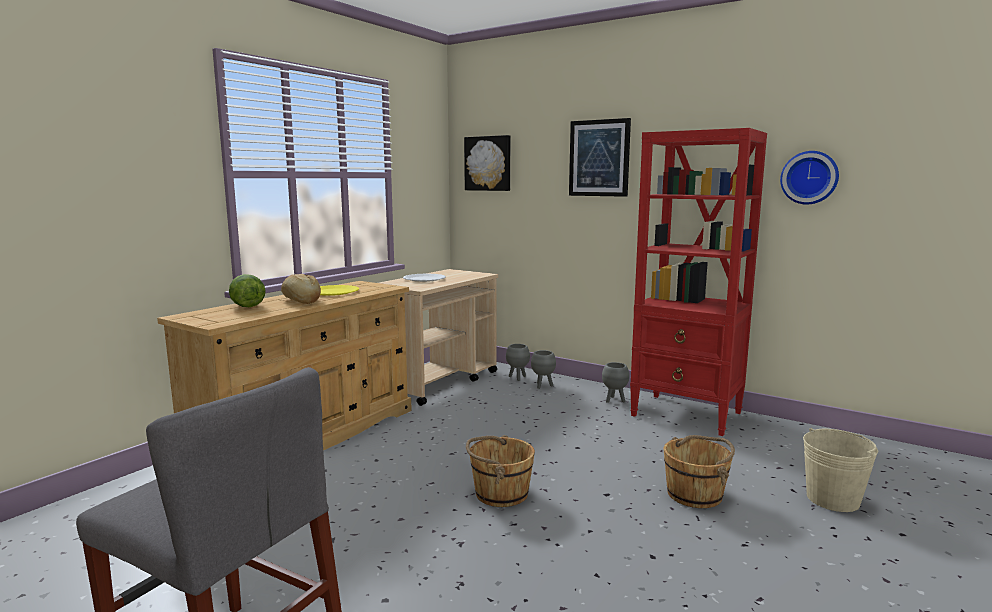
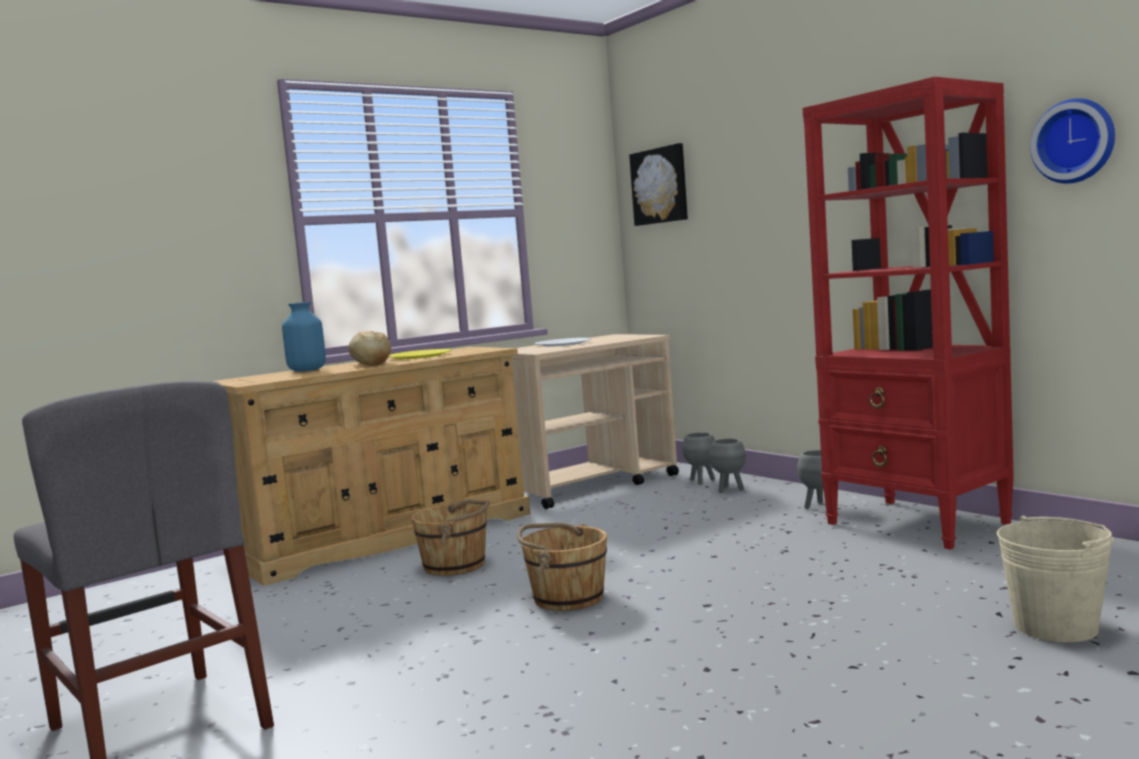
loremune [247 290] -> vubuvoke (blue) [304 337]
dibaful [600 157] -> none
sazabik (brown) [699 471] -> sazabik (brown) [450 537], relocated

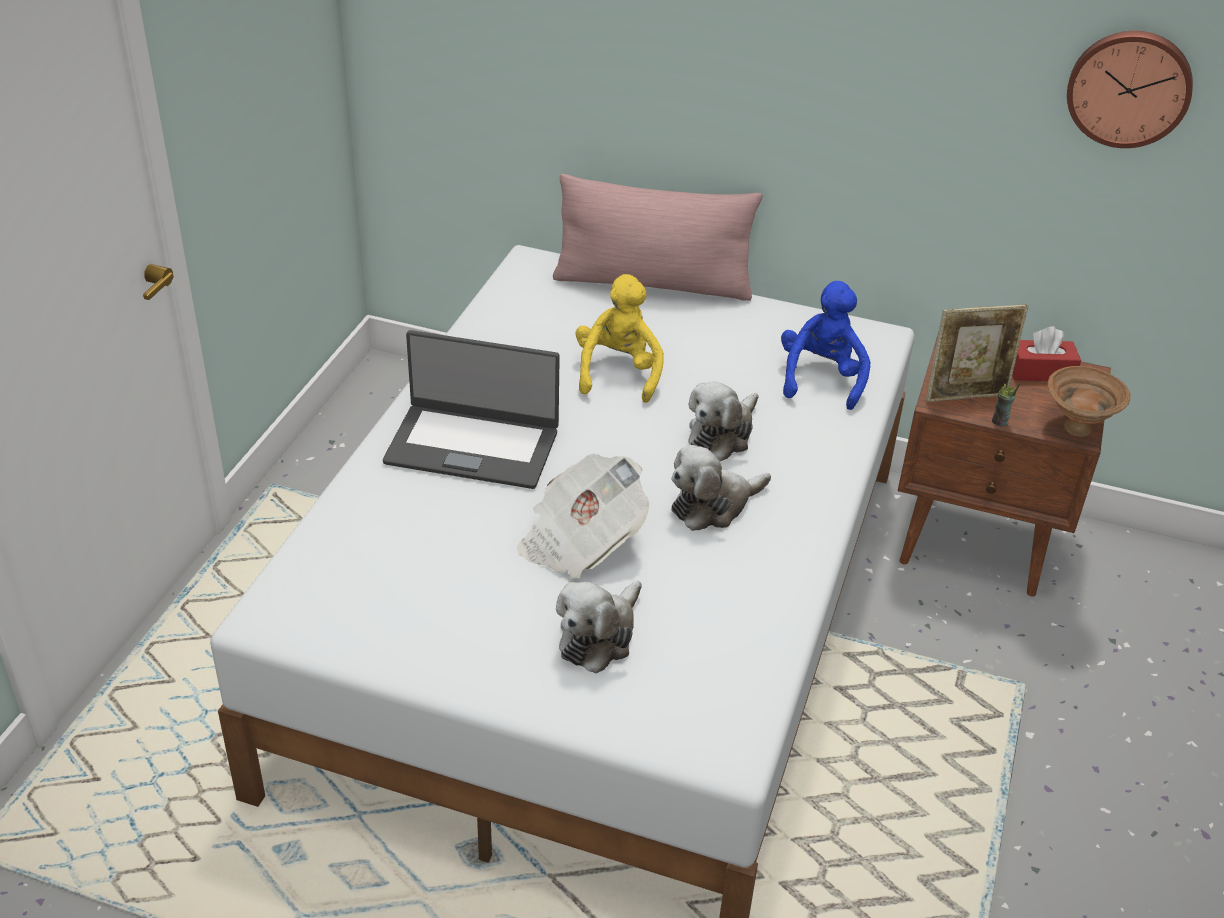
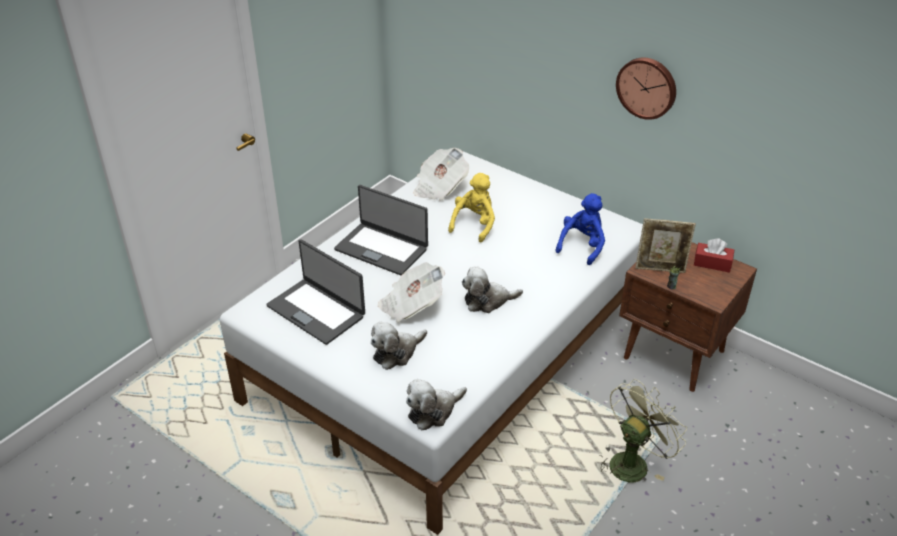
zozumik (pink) [658 237] -> none
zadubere [723 421] -> zadubere [436 405], relocated
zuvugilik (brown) [1089 401] -> none
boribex [1130 89] -> boribex [646 88], relocated
none -> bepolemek [315 292]
none -> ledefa [441 174]
none -> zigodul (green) [643 431]

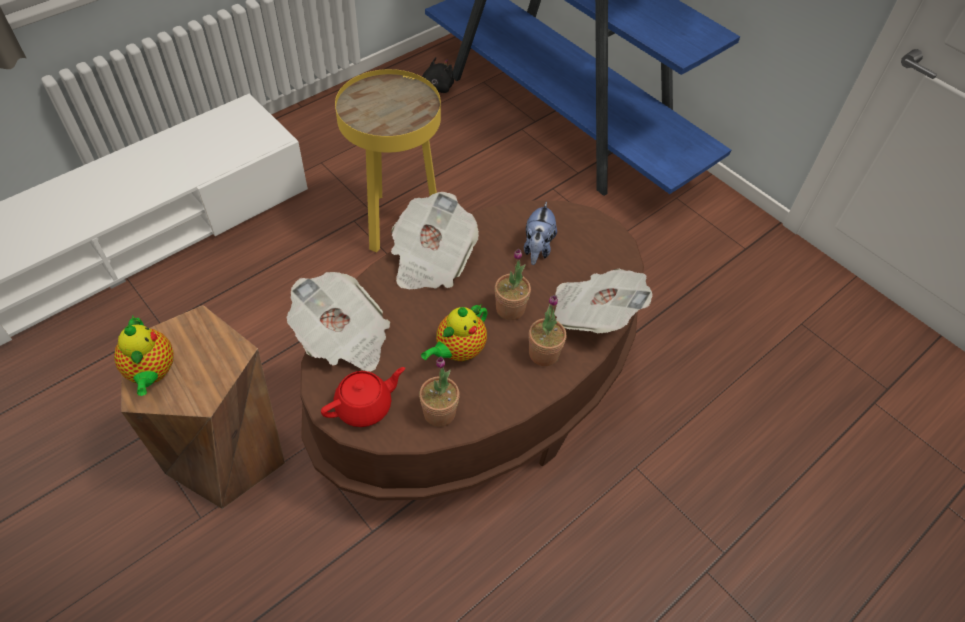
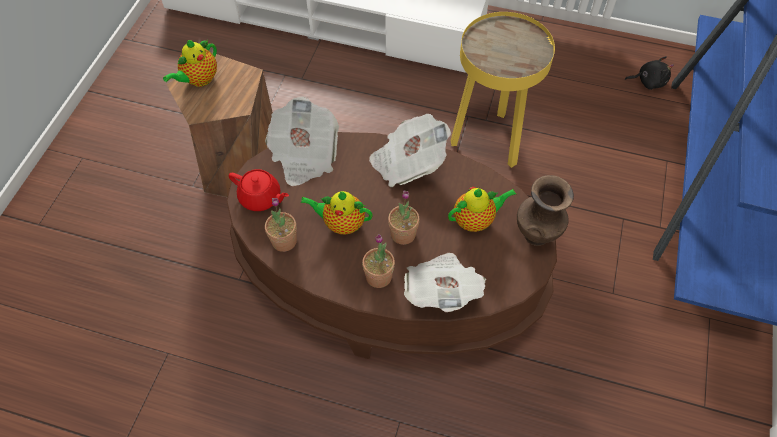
zadubere [540 233] -> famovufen [482 209]
none -> vubuvoke (brown) [545 210]

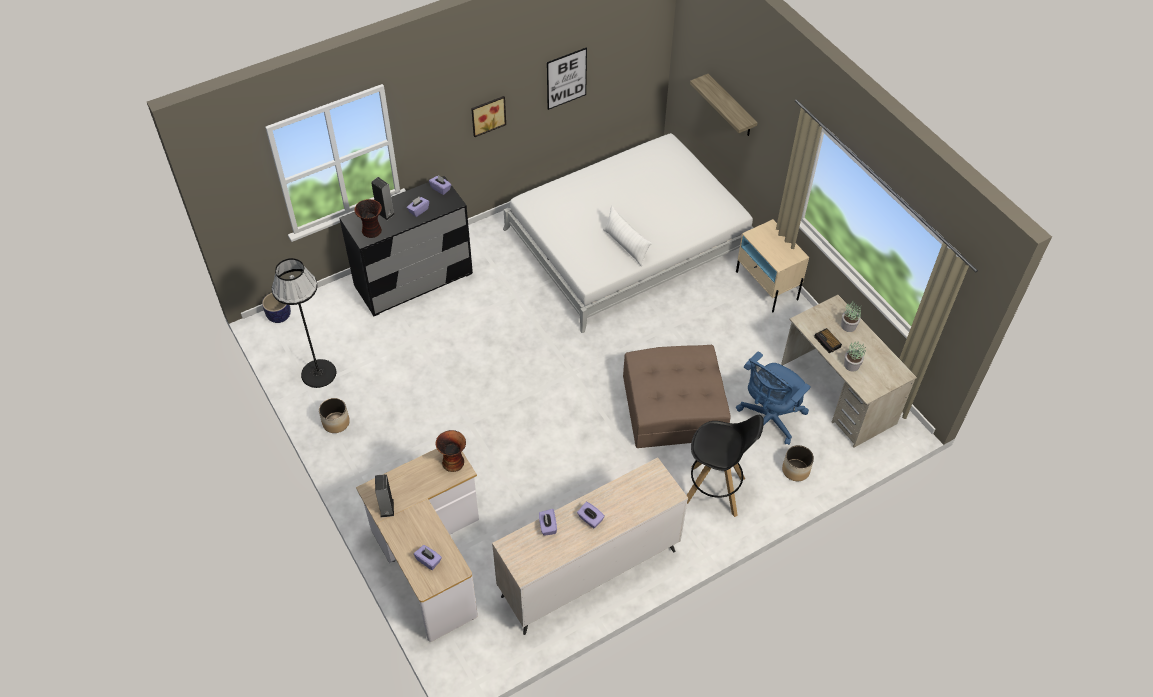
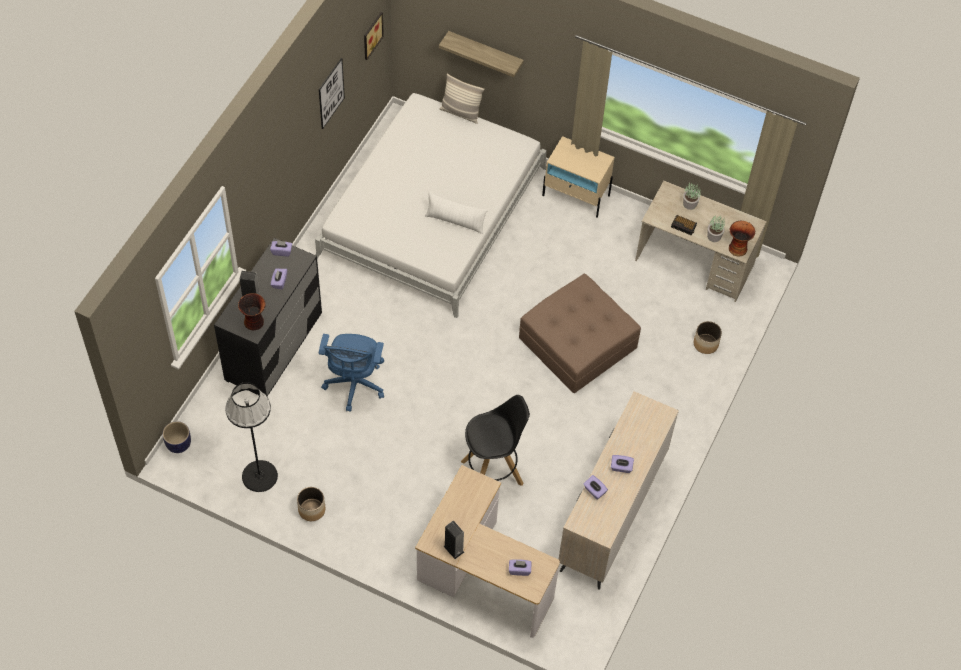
vubuvoke [451 451] -> vubuvoke [742 239], relocated
dibaful [488 116] -> dibaful [374 36], relocated
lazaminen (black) [725 466] -> lazaminen (black) [495 440], relocated
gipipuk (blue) [773 398] -> gipipuk (blue) [351 373], relocated
none -> zozumik [461 98]

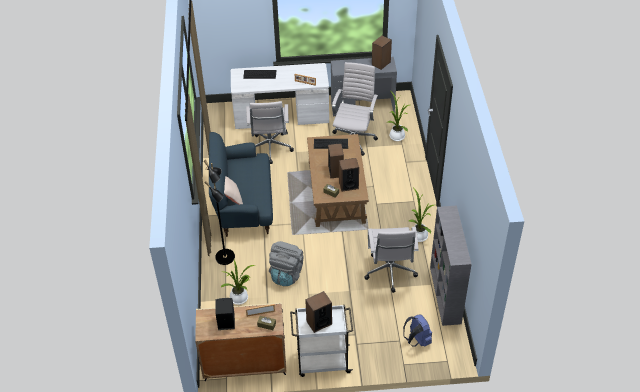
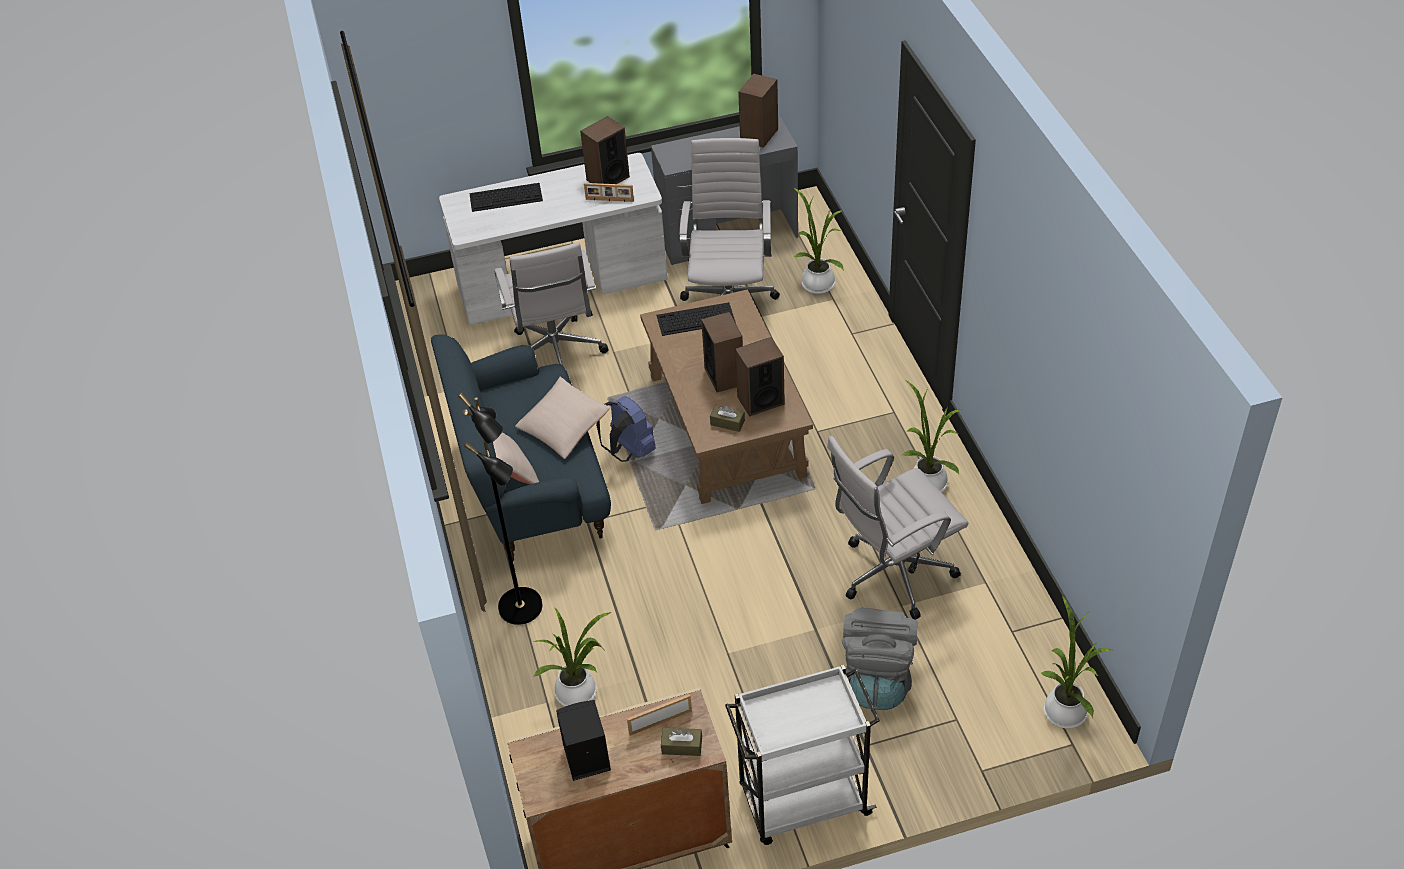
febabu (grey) [286 263] -> febabu (grey) [880 659], relocated
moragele [318 312] -> moragele [605 150], relocated
gipipuk (white) [391 260] -> gipipuk (white) [897 528], 75 degrees clockwise
febabu (blue) [417 330] -> febabu (blue) [626 429], relocated
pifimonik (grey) [451 266] -> none
none -> zozumik (beige) [562 418]
none -> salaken [1076 662]

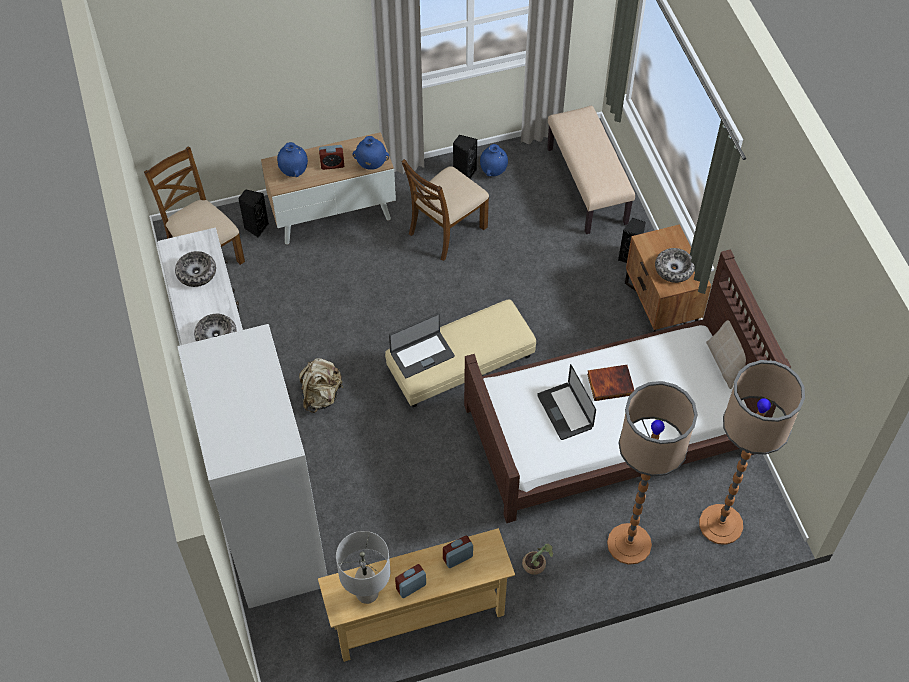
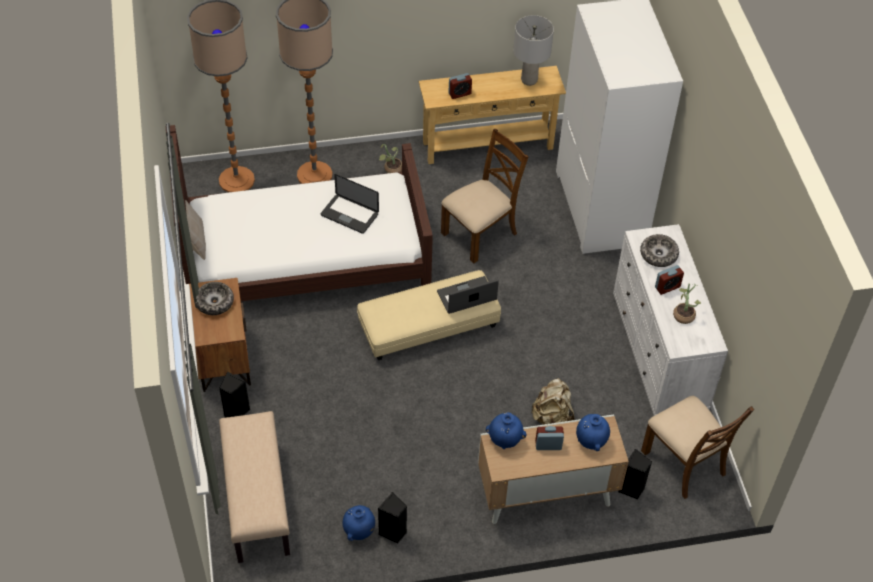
zuvugilik [195 269] -> salaken [687 304]
febabu (beige) [321 385] -> febabu (beige) [553 401], relocated
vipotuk [410 581] -> vipotuk [669 280], relocated
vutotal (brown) [445 210] -> vutotal (brown) [485 196], relocated
bepolemek [566 402] -> bepolemek [350 204], 135 degrees clockwise
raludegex [610 383] -> none

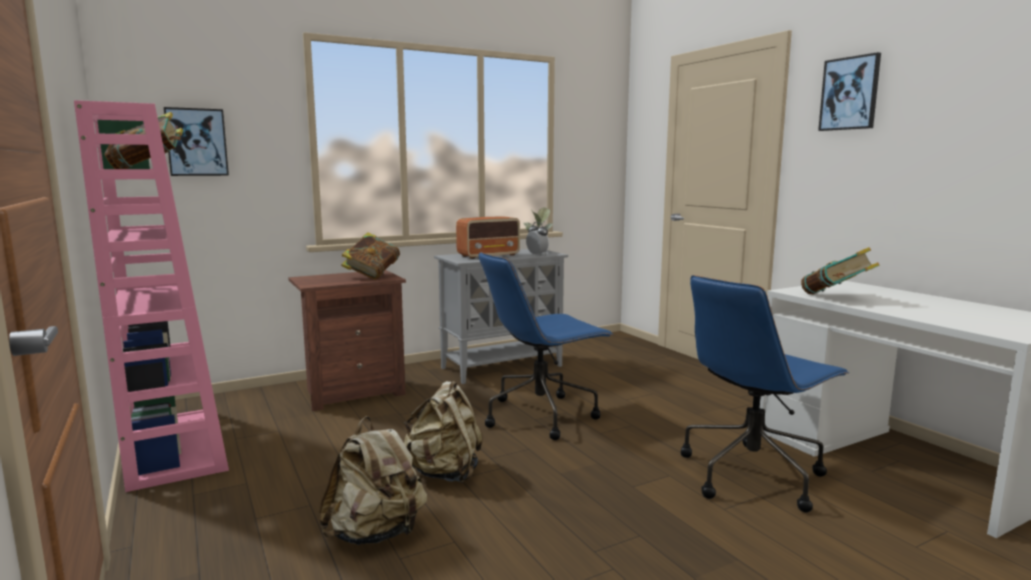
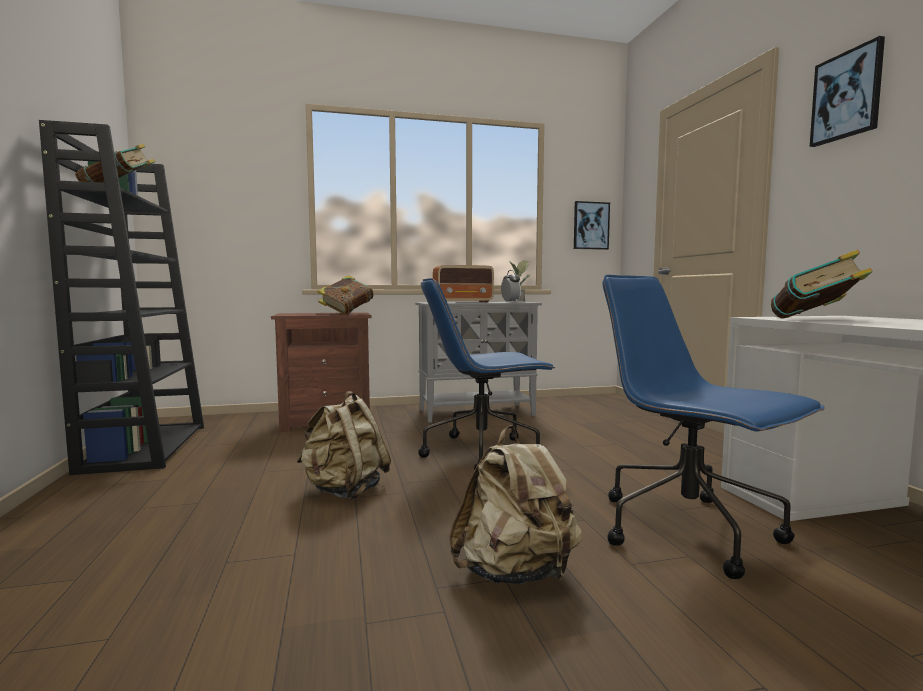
pifimonik (pink) [151 296] -> pifimonik (black) [121 297]
dibaful [196 141] -> dibaful [592 225], relocated
febabu (beige) [372 480] -> febabu (beige) [515 504], relocated
gipipuk (blue) [765 394] -> gipipuk (blue) [713 427], 75 degrees clockwise

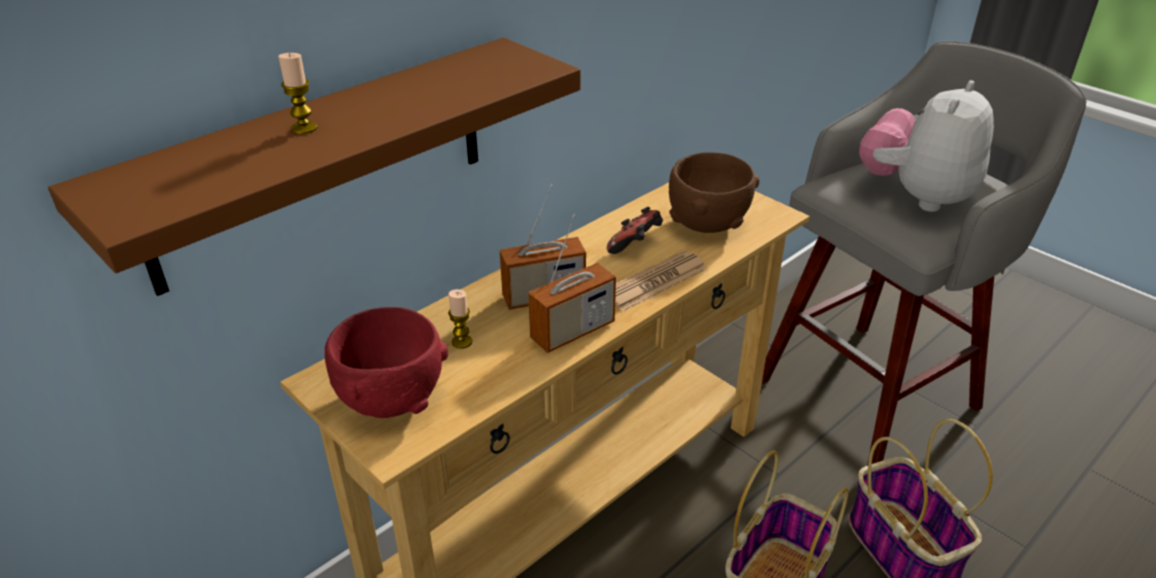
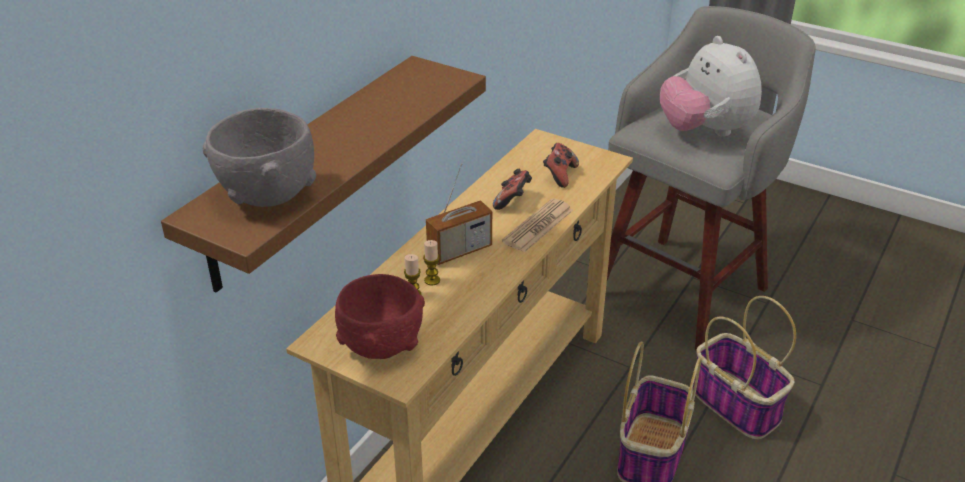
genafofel [297 93] -> genafofel [431 262], relocated
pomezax [572 283] -> none
zuvugilik (brown) [714 192] -> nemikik [561 165]
zadubere [926 146] -> zadubere [711 86], 45 degrees counterclockwise
none -> zuvugilik (grey) [259 157]

